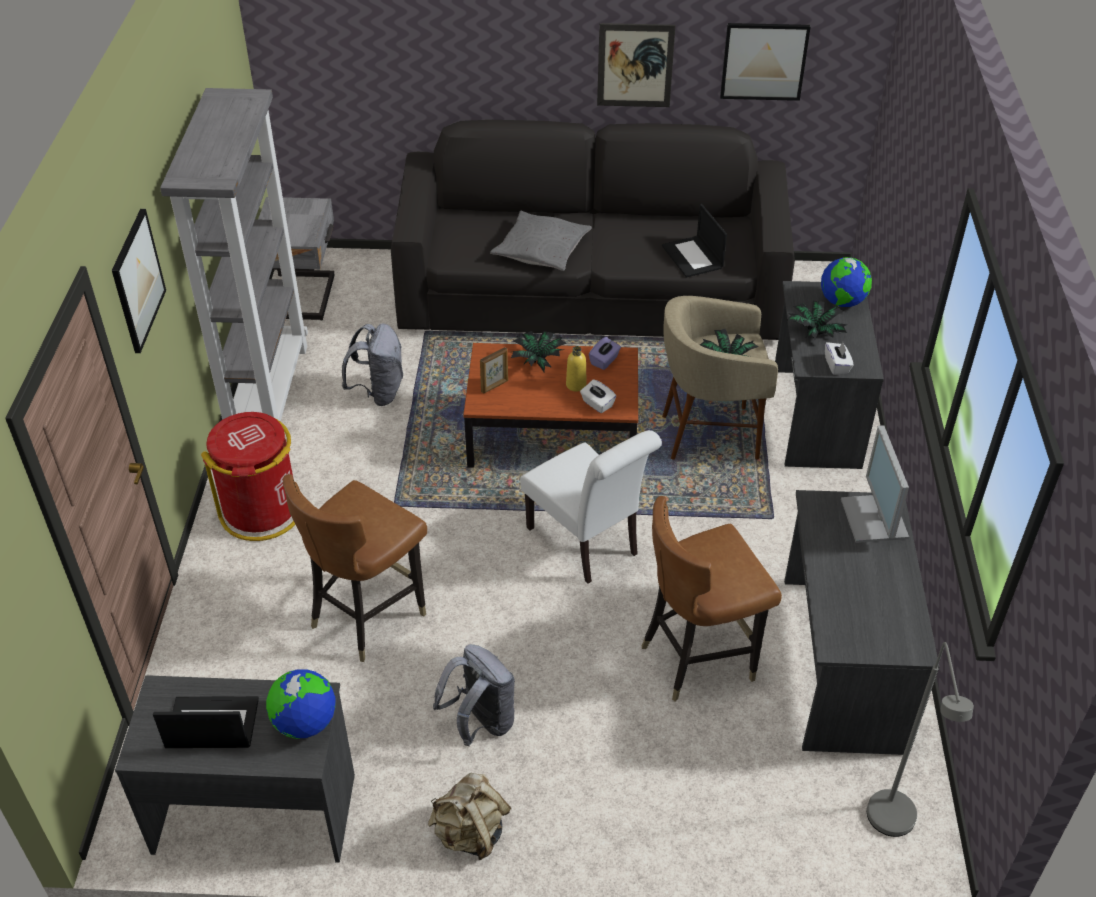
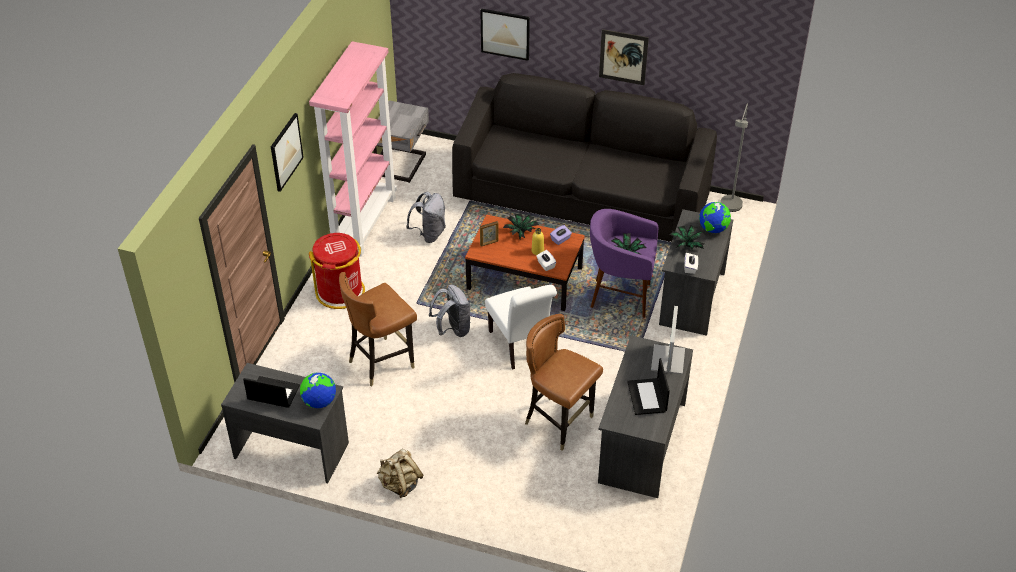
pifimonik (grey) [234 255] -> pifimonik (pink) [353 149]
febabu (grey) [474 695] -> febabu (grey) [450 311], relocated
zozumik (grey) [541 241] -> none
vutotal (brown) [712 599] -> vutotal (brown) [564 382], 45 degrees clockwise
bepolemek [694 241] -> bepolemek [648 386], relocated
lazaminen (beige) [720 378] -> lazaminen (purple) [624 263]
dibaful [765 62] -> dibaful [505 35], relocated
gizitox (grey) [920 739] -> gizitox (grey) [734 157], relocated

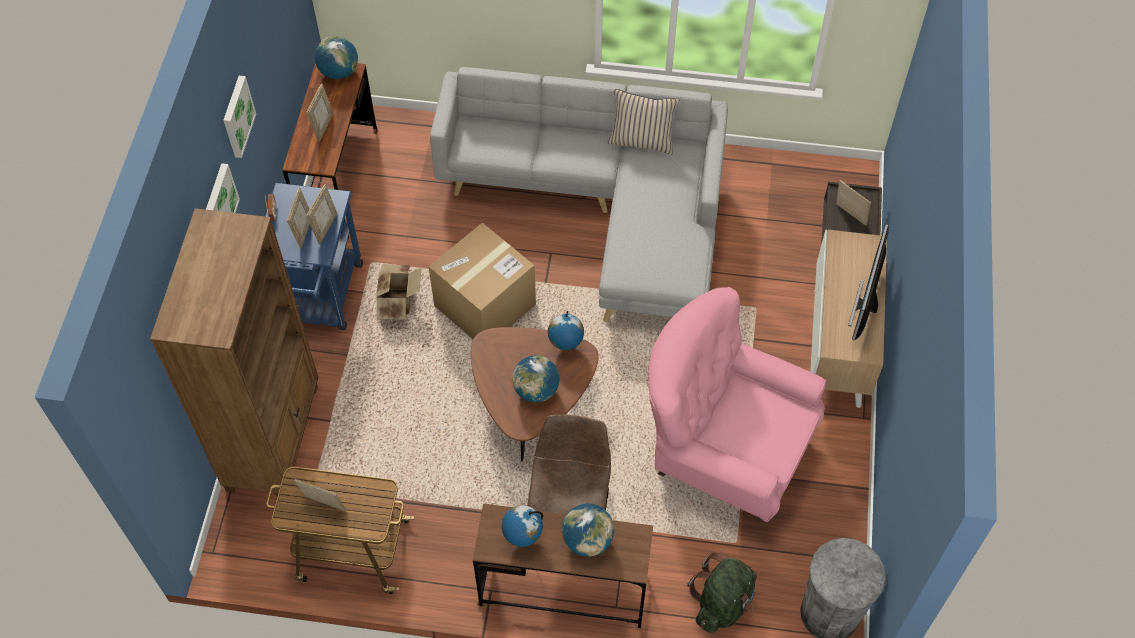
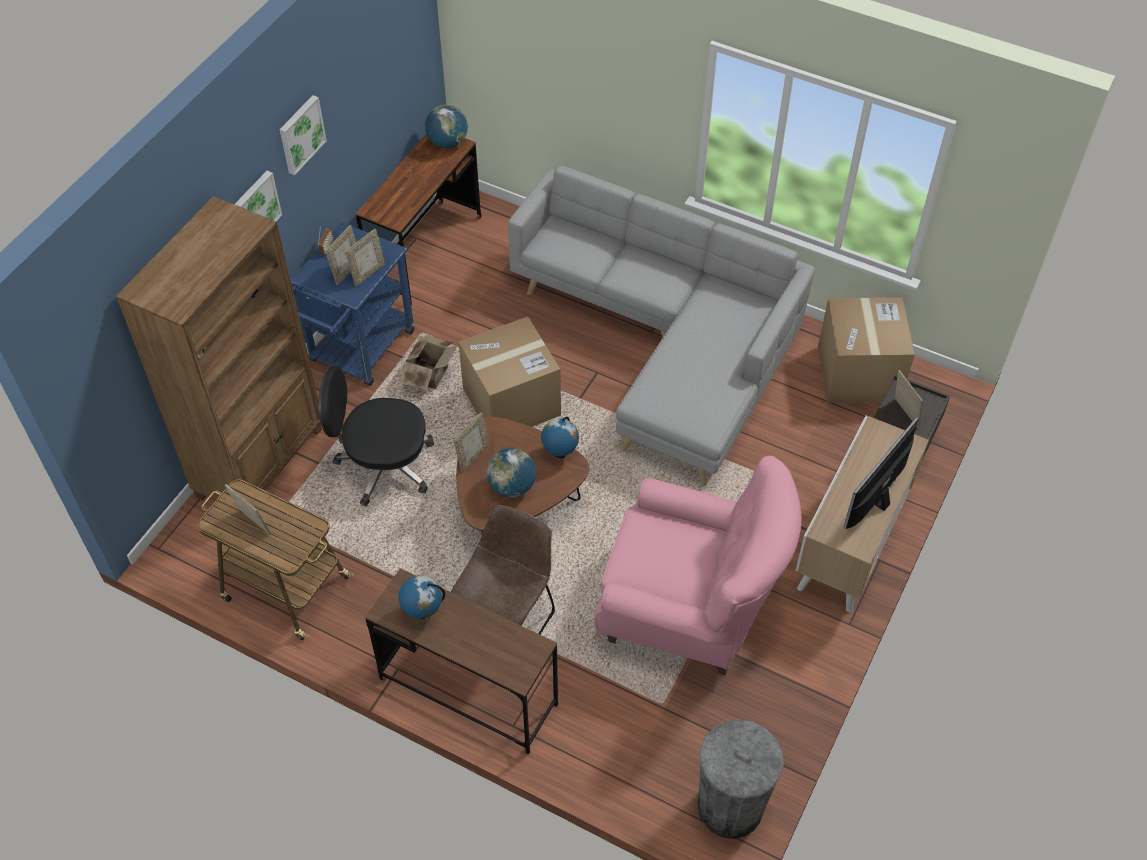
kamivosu [320 113] -> kamivosu [471 442], relocated
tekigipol [587 529] -> none
zozumik (beige) [643 122] -> none
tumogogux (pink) [737 404] -> tumogogux (pink) [698 565], 150 degrees clockwise
febabu (green) [722 593] -> none
none -> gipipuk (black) [376 436]
none -> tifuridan [866 350]

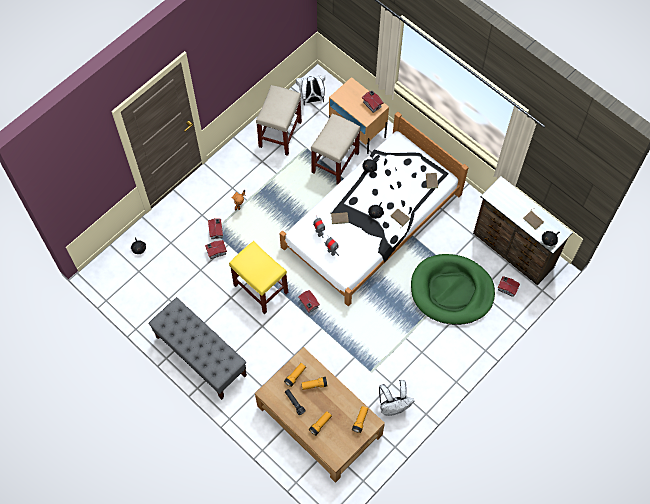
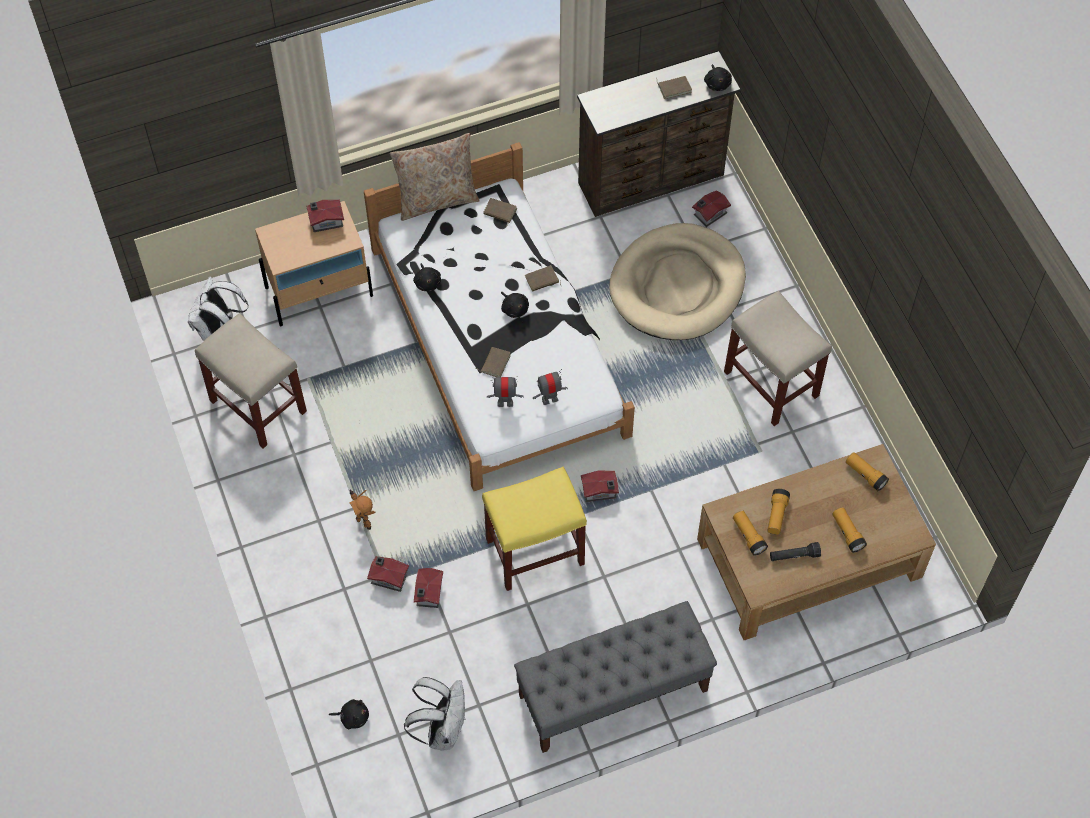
lazaminen (beige) [335 149] -> lazaminen (beige) [778 358], relocated
febabu (white) [397 398] -> febabu (white) [434 713], relocated
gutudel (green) [453 289] -> gutudel (beige) [677 281]
none -> zozumik (beige) [435 177]

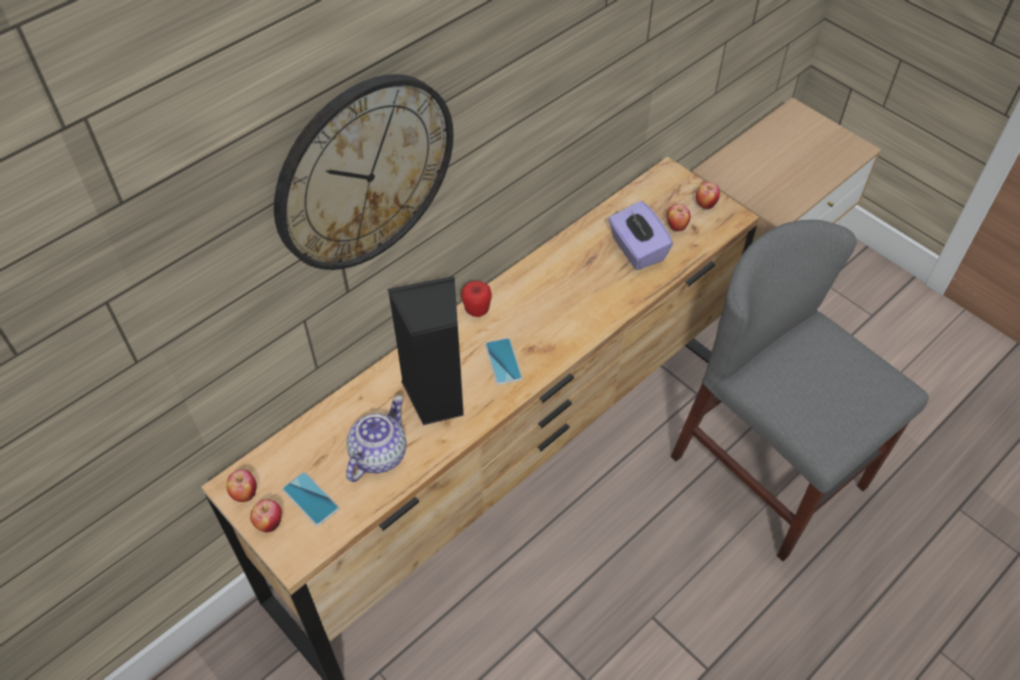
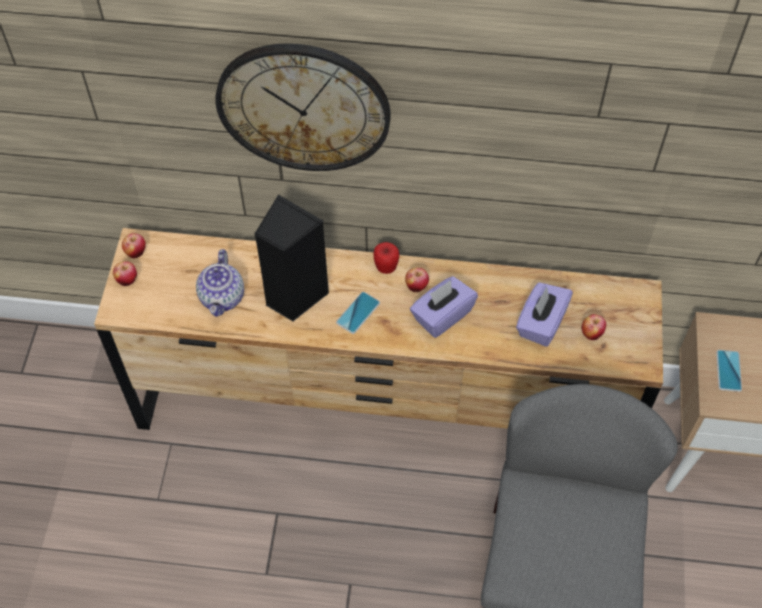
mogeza [310 499] -> mogeza [729 371], relocated
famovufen [376 439] -> famovufen [220 283], 105 degrees clockwise
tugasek [708 195] -> tugasek [417 280], relocated
none -> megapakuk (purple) [444 307]

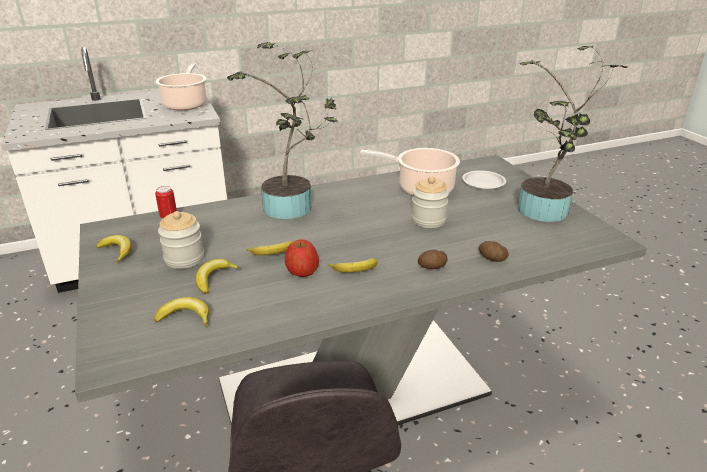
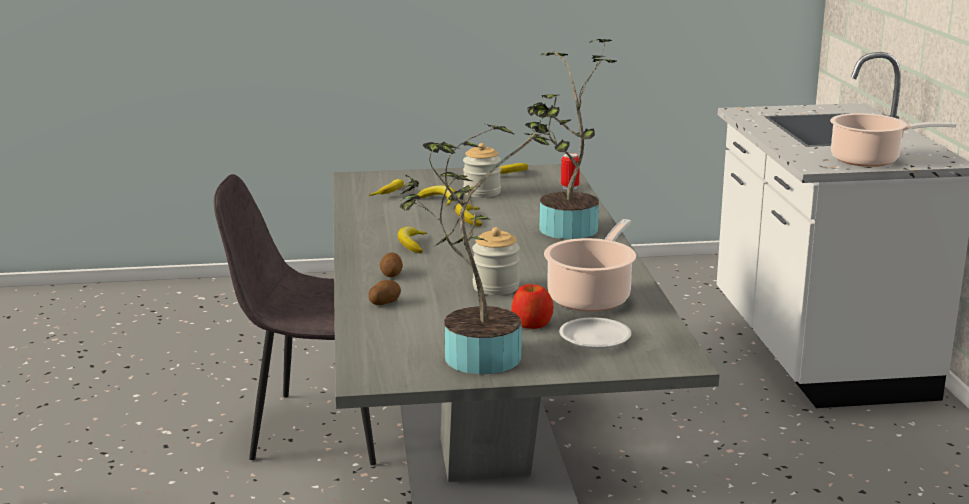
tugasek [302 258] -> tugasek [532 306], relocated

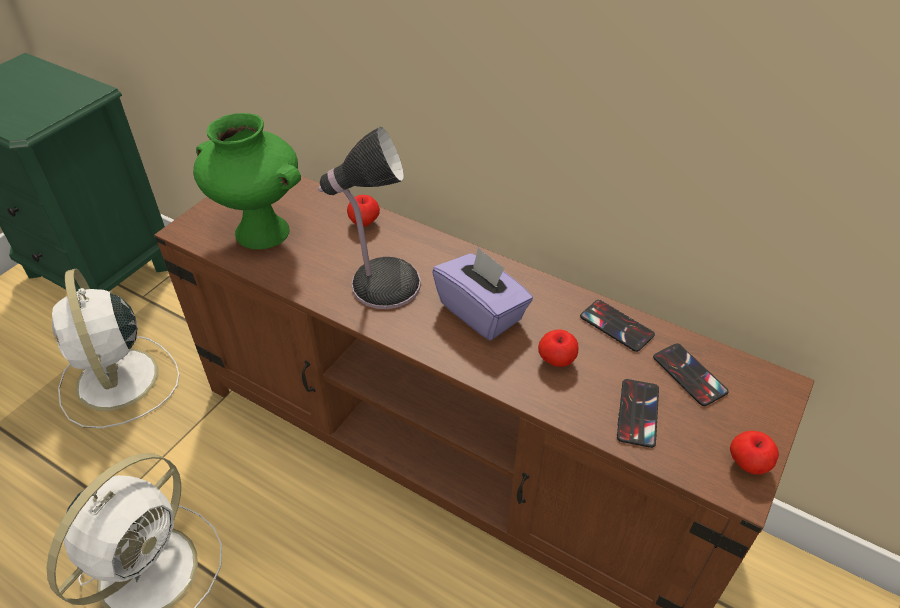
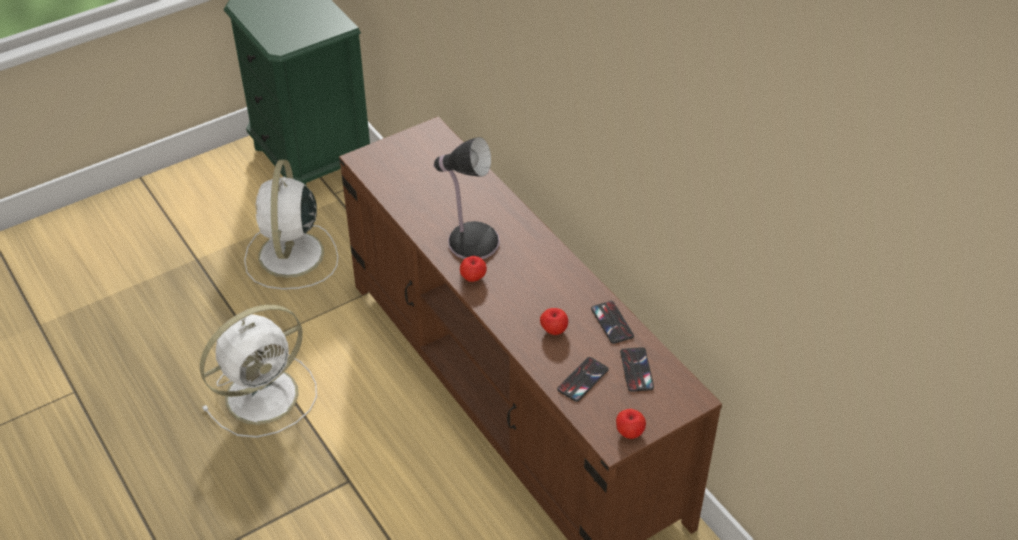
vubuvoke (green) [247 181] -> none
tugasek [363 211] -> tugasek [473 269], relocated
megapakuk (purple) [482 293] -> none

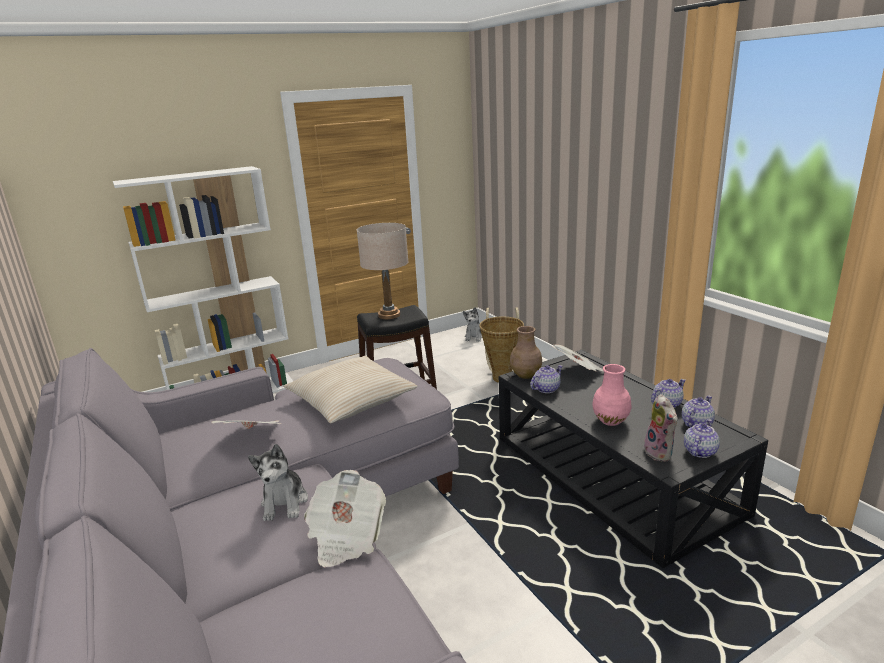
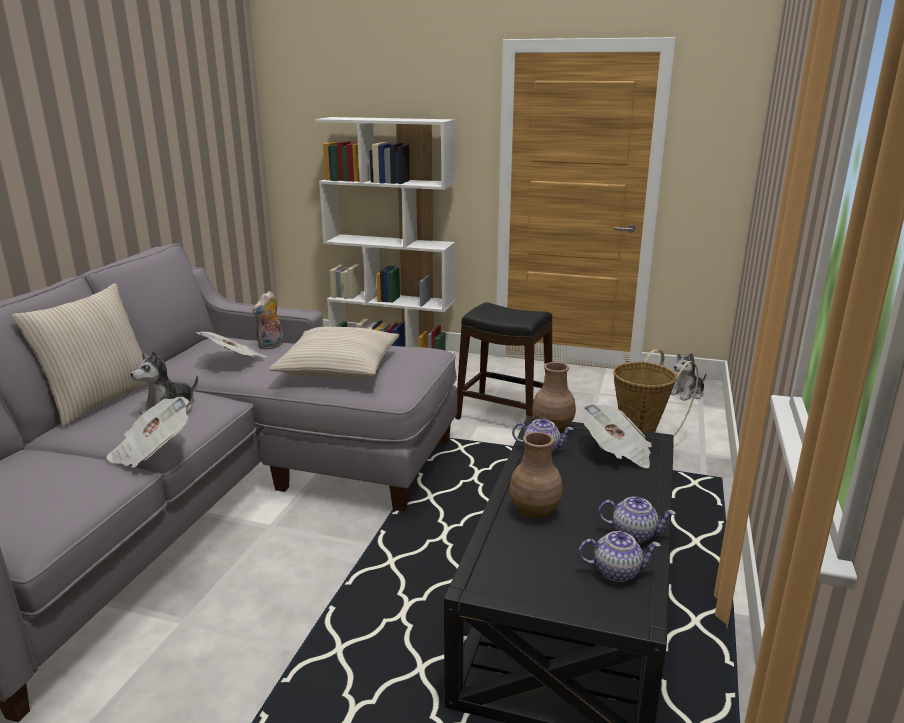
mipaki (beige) [383 271] -> none
vubuvoke (pink) [611 395] -> vubuvoke (brown) [536 475]
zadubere [661 428] -> zadubere [268 320], relocated
famovufen [702 438] -> none
none -> zozumik (beige) [80 355]

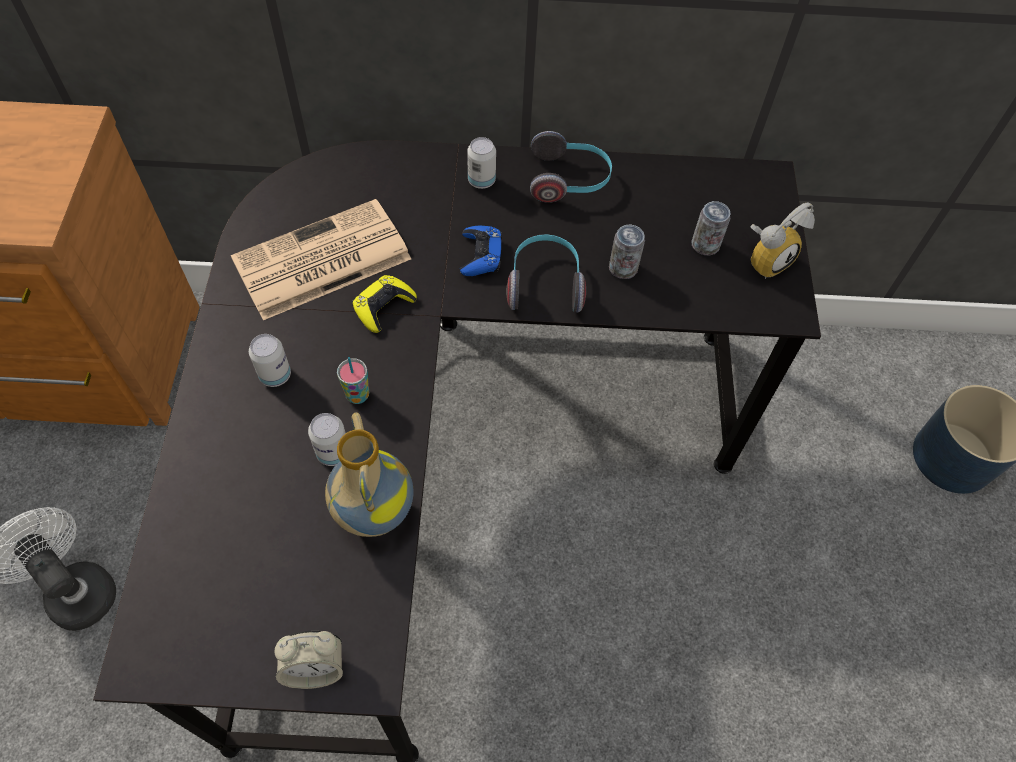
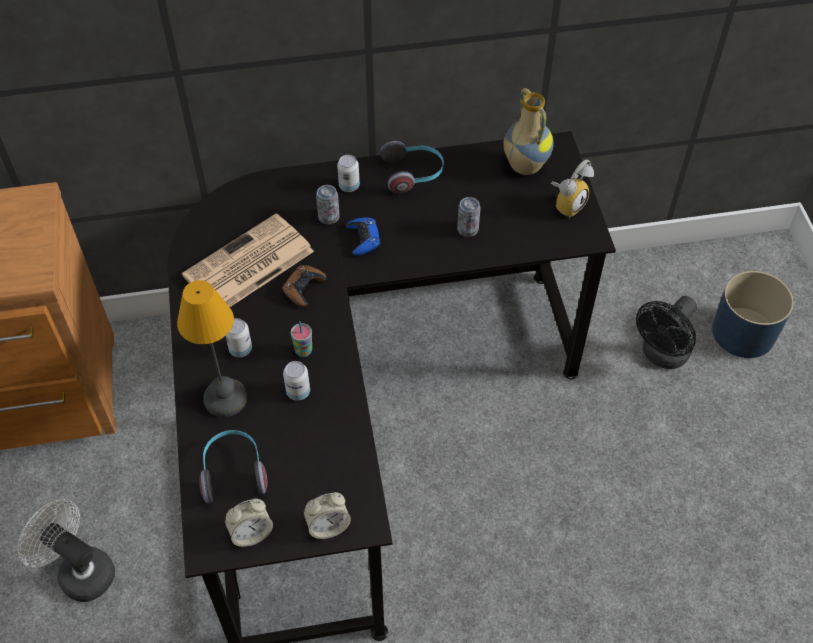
vubuvoke [369 474] -> vubuvoke [528 131], relocated
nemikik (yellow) [384 304] -> nemikik (brown) [304 286]
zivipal [546 273] -> zivipal [233 467], relocated
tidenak [710 228] -> tidenak [328 204], relocated
none -> mipaki [212 348]
none -> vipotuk [249 523]
none -> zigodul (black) [666 332]

